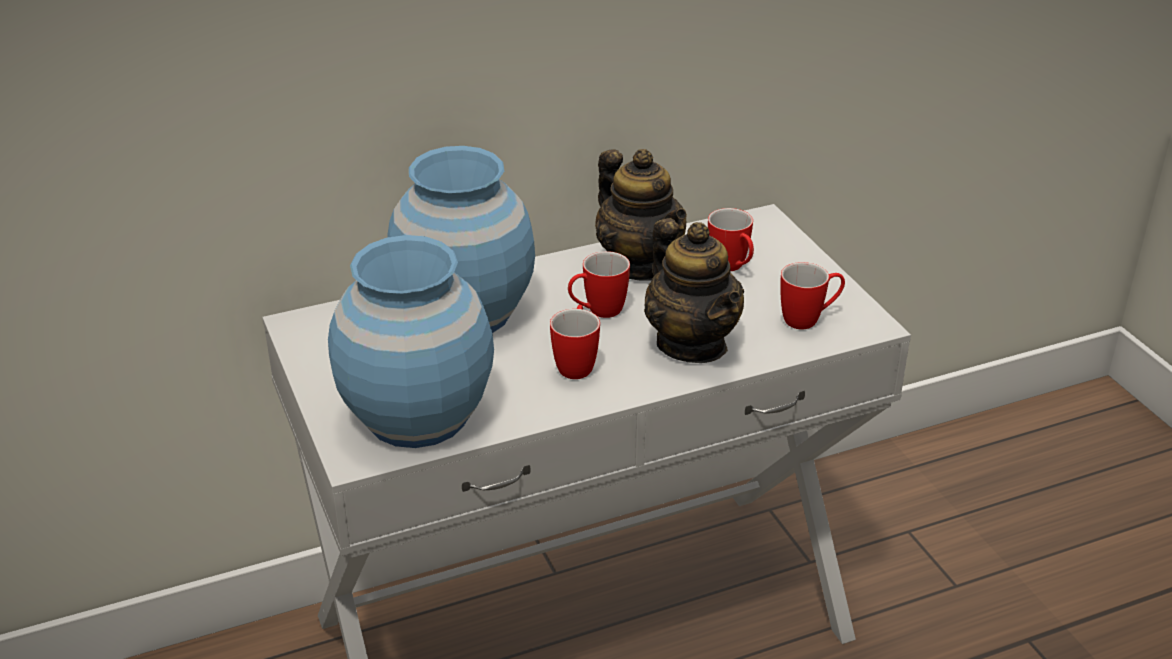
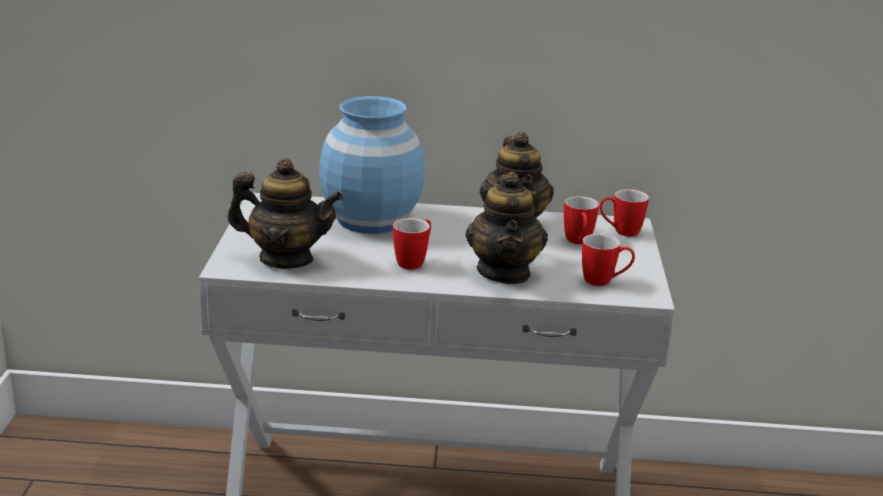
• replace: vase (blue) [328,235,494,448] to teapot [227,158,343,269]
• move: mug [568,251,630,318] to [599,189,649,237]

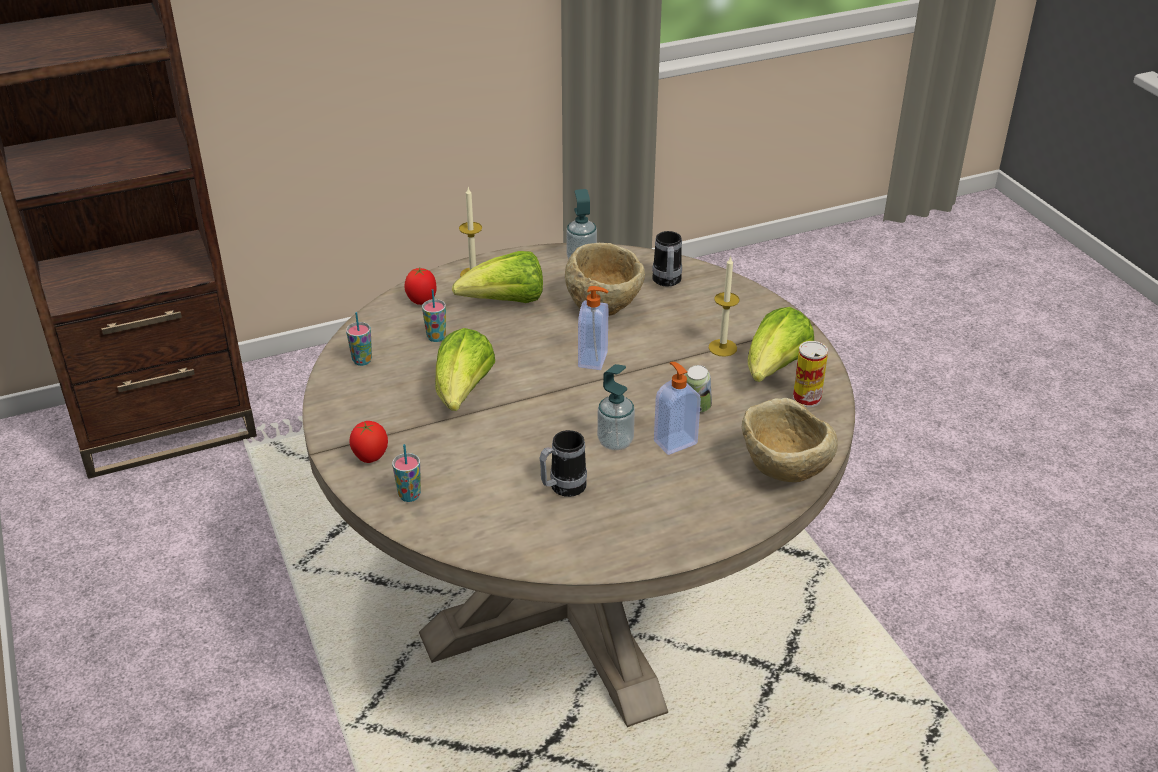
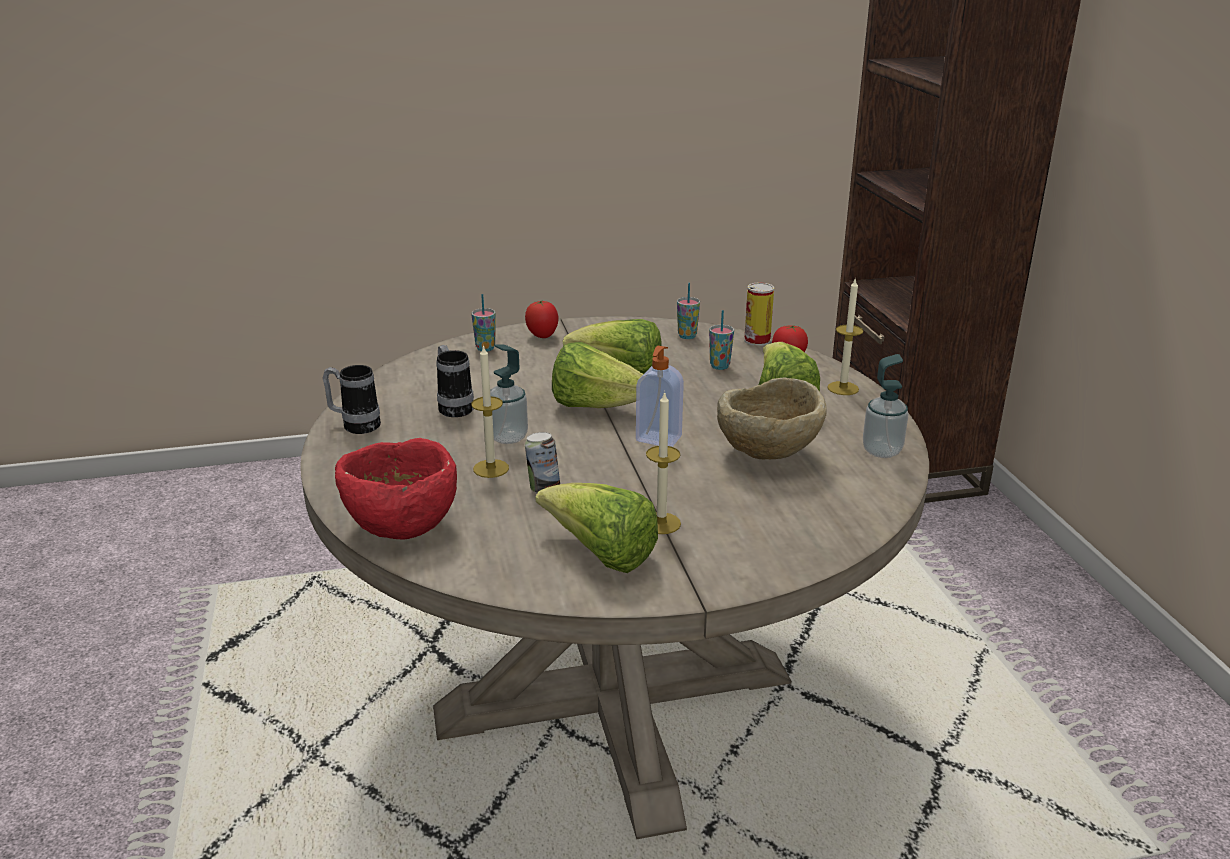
• move: mug [652,231,682,287] to [323,365,381,434]
• move: can [793,341,828,407] to [744,282,774,346]
• replace: soap dispenser [654,362,701,455] to candle [471,345,509,478]
• recolor: bowl (beige) [742,398,838,482] to bowl (red) [335,438,457,540]
• insert: lettuce [552,342,643,408]

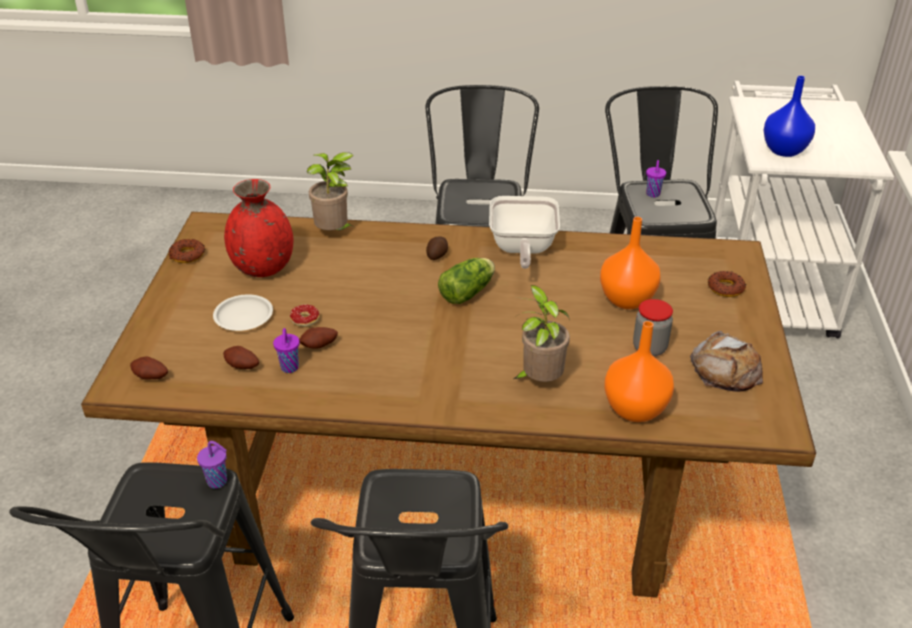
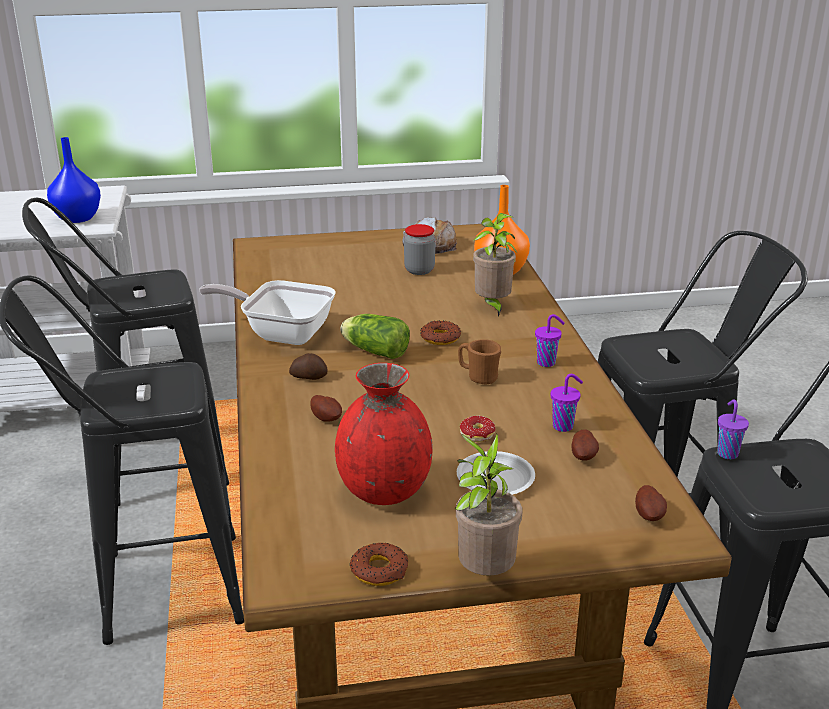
• move: potted plant [307,152,354,230] to [455,434,522,576]
• move: cup (purple) [646,160,666,198] to [535,314,565,367]
• rotate: frying pan [489,196,560,269] = [199,280,336,345] 150 degrees counterclockwise
• delete: vase (orange) [600,217,661,309]
• move: donut [708,271,746,297] to [420,320,461,345]
• move: potato [299,327,338,349] to [310,395,342,422]
• insert: mug (brown) [458,339,501,384]

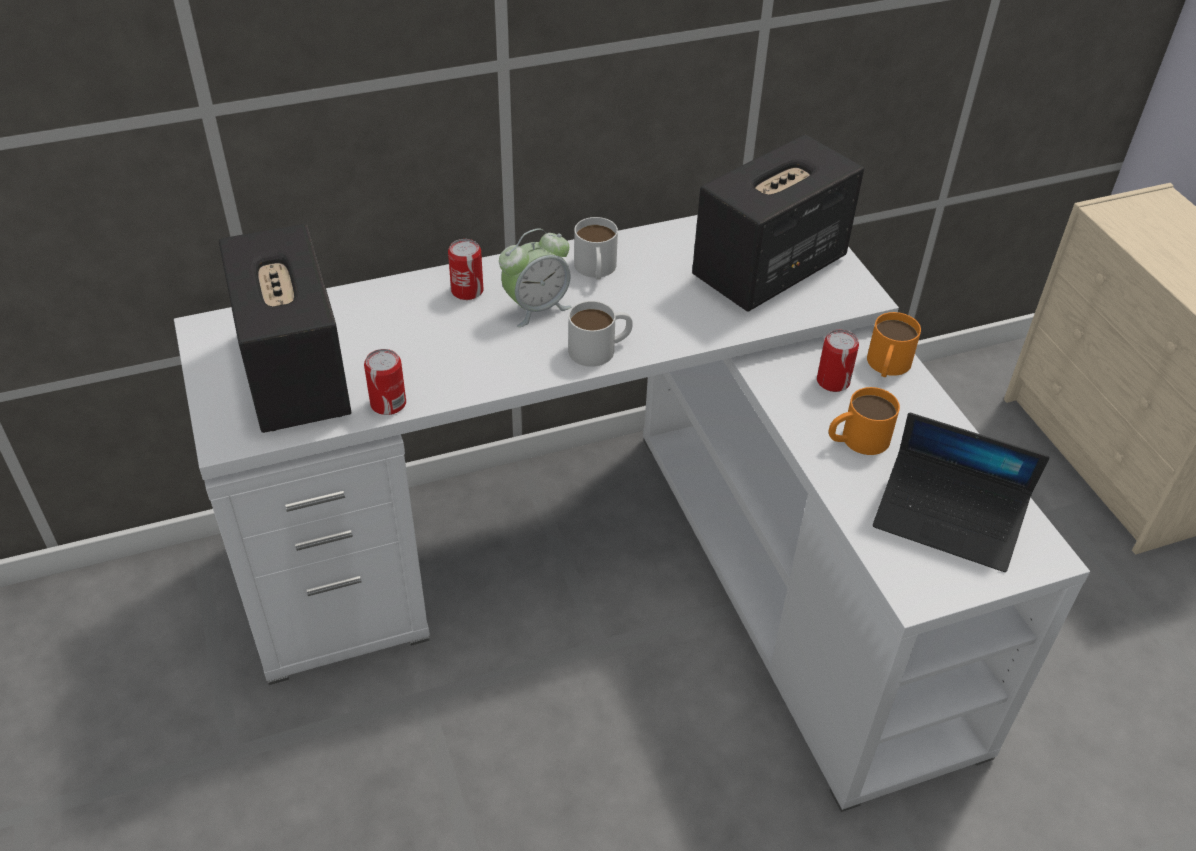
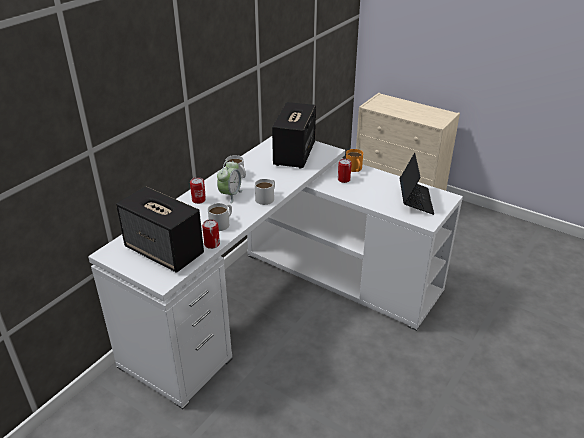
• delete: mug (orange) [829,387,900,455]
• rotate: laptop [873,413,1049,572] = [400,153,434,215] 75 degrees counterclockwise
• insert: mug (white) [208,203,232,231]

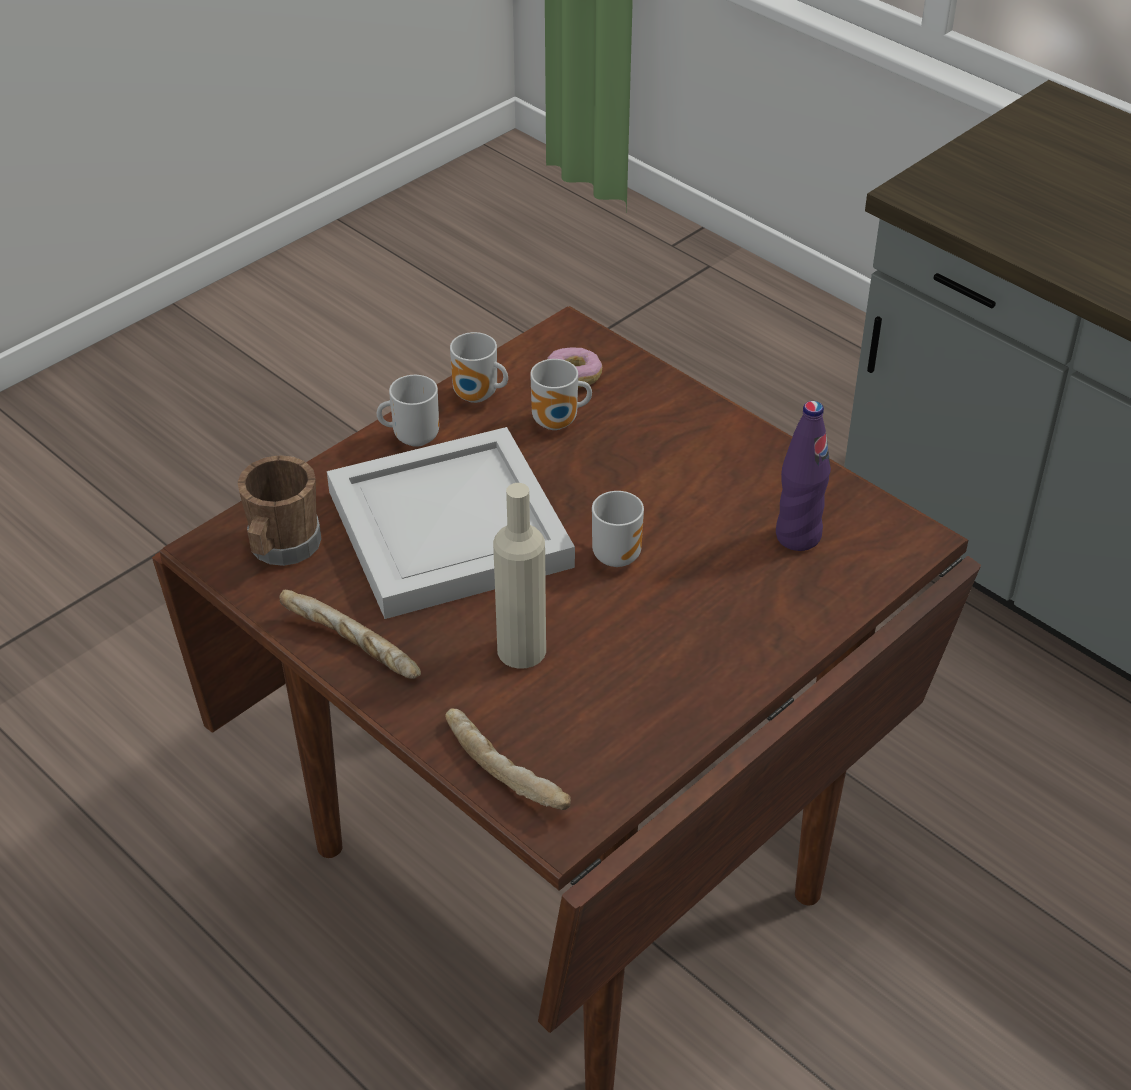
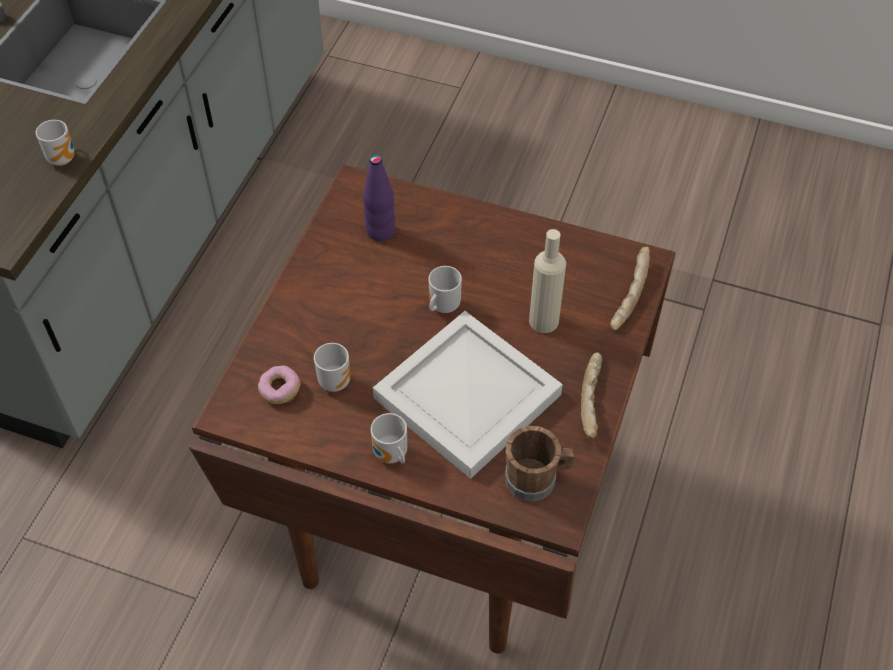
• move: mug [450,332,508,403] to [36,120,75,166]

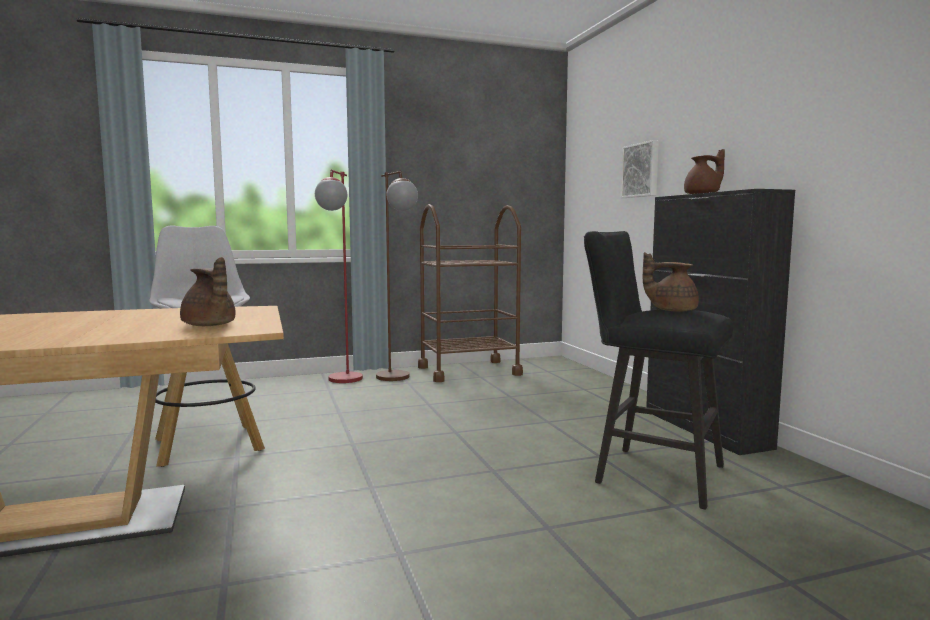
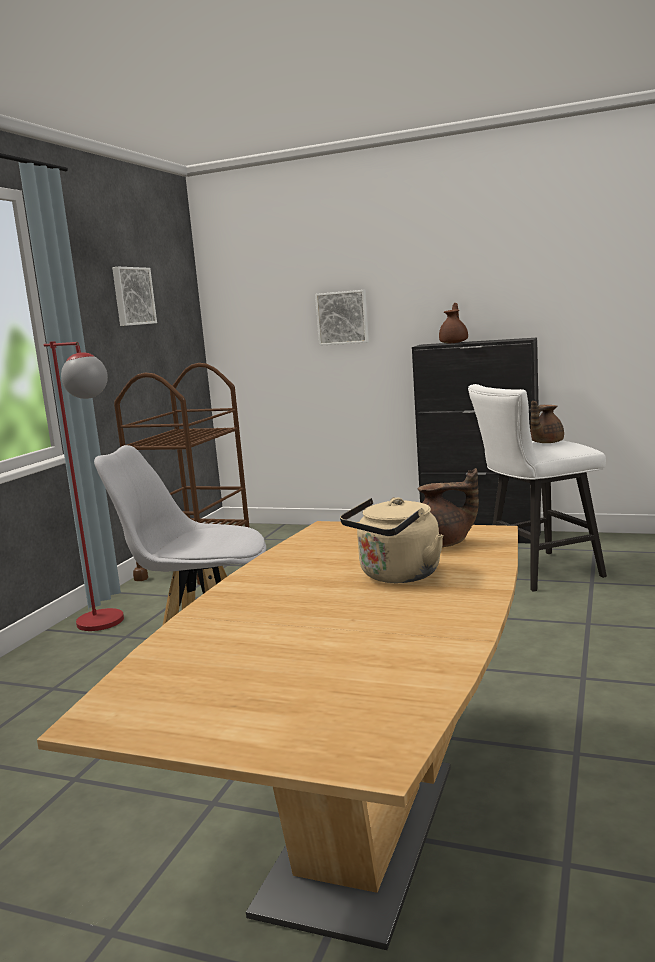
• delete: floor lamp (brown) [376,171,418,381]
• recolor: stool (black) [584,231,733,510] to stool (white) [468,384,607,592]
• insert: picture [112,267,157,326]
• insert: kettle (beige) [340,497,444,583]

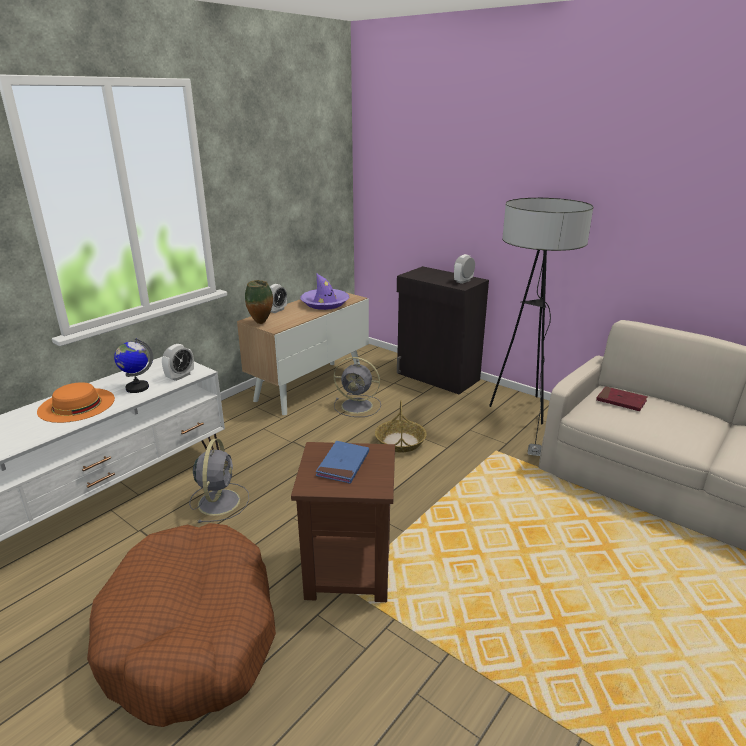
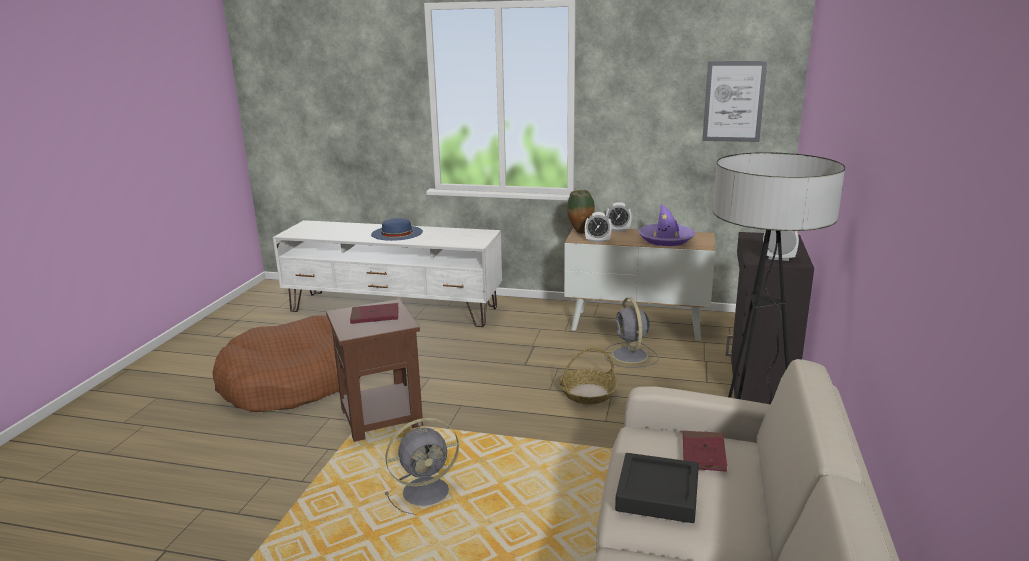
• delete: globe [114,338,153,393]
• move: alarm clock [162,344,194,381] to [585,212,612,243]
• recolor: hat (orange) [37,382,115,423] to hat (blue) [371,218,423,241]
• move: fan (grey) [189,439,249,523] to [385,418,459,515]
• recolor: book (blue) [316,441,369,484] to book (red) [350,303,399,324]
• insert: picture [702,61,767,142]
• insert: tray (black) [615,453,699,523]

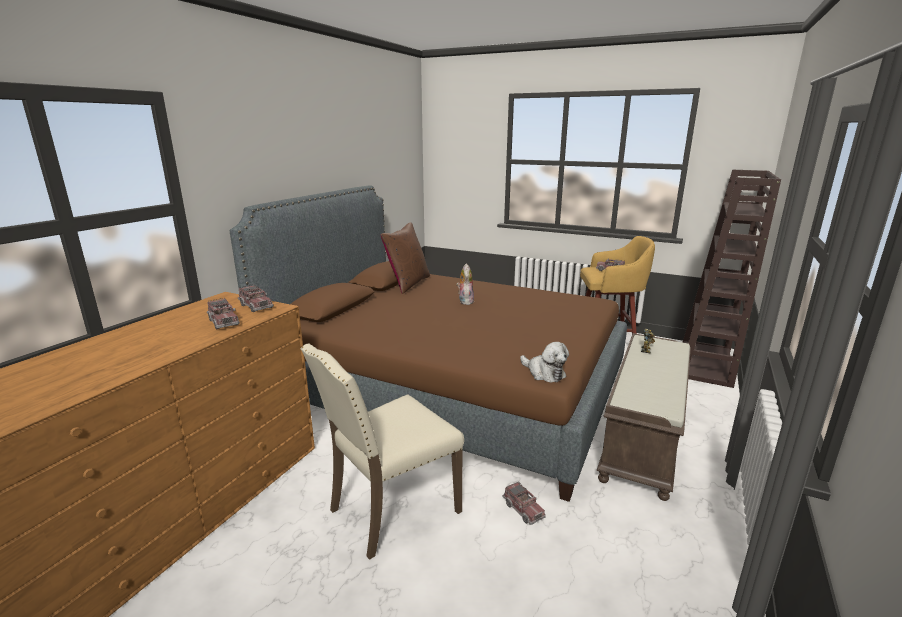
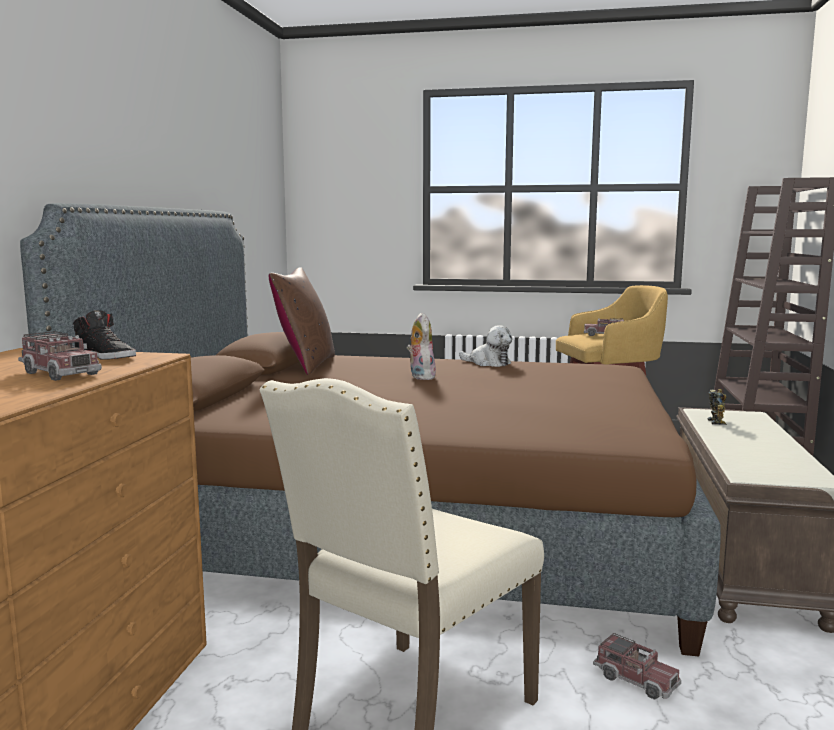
• replace: toy truck [238,285,274,312] to shoe (black) [73,310,136,360]
• move: plush toy [520,342,569,382] to [459,325,513,367]

